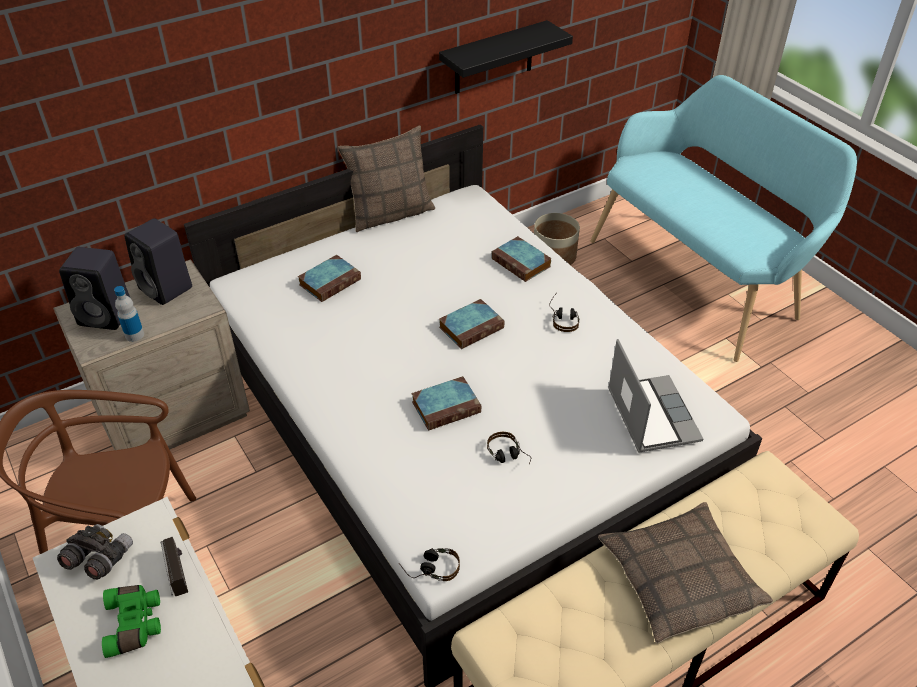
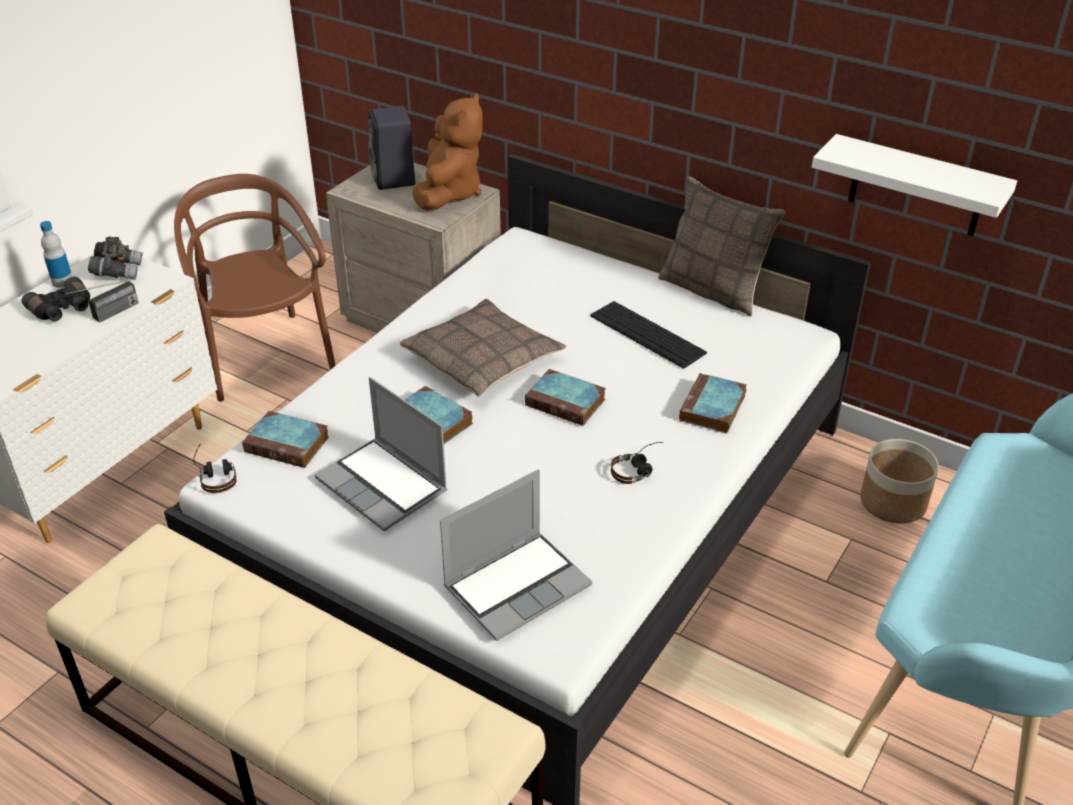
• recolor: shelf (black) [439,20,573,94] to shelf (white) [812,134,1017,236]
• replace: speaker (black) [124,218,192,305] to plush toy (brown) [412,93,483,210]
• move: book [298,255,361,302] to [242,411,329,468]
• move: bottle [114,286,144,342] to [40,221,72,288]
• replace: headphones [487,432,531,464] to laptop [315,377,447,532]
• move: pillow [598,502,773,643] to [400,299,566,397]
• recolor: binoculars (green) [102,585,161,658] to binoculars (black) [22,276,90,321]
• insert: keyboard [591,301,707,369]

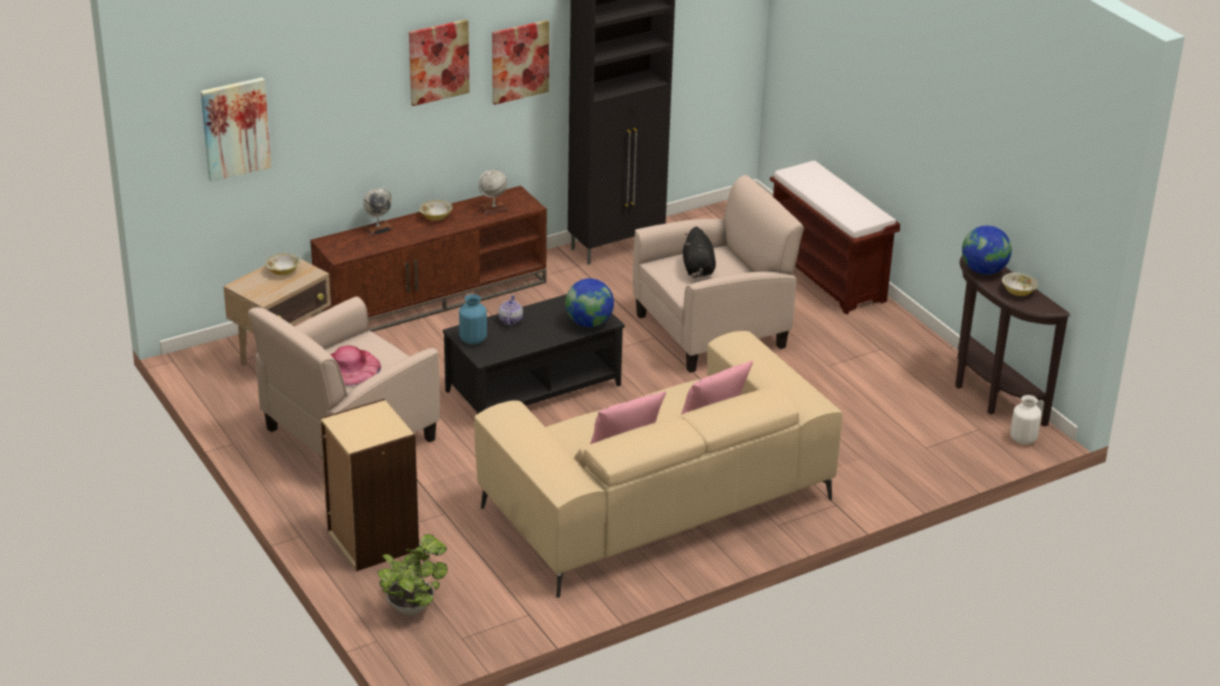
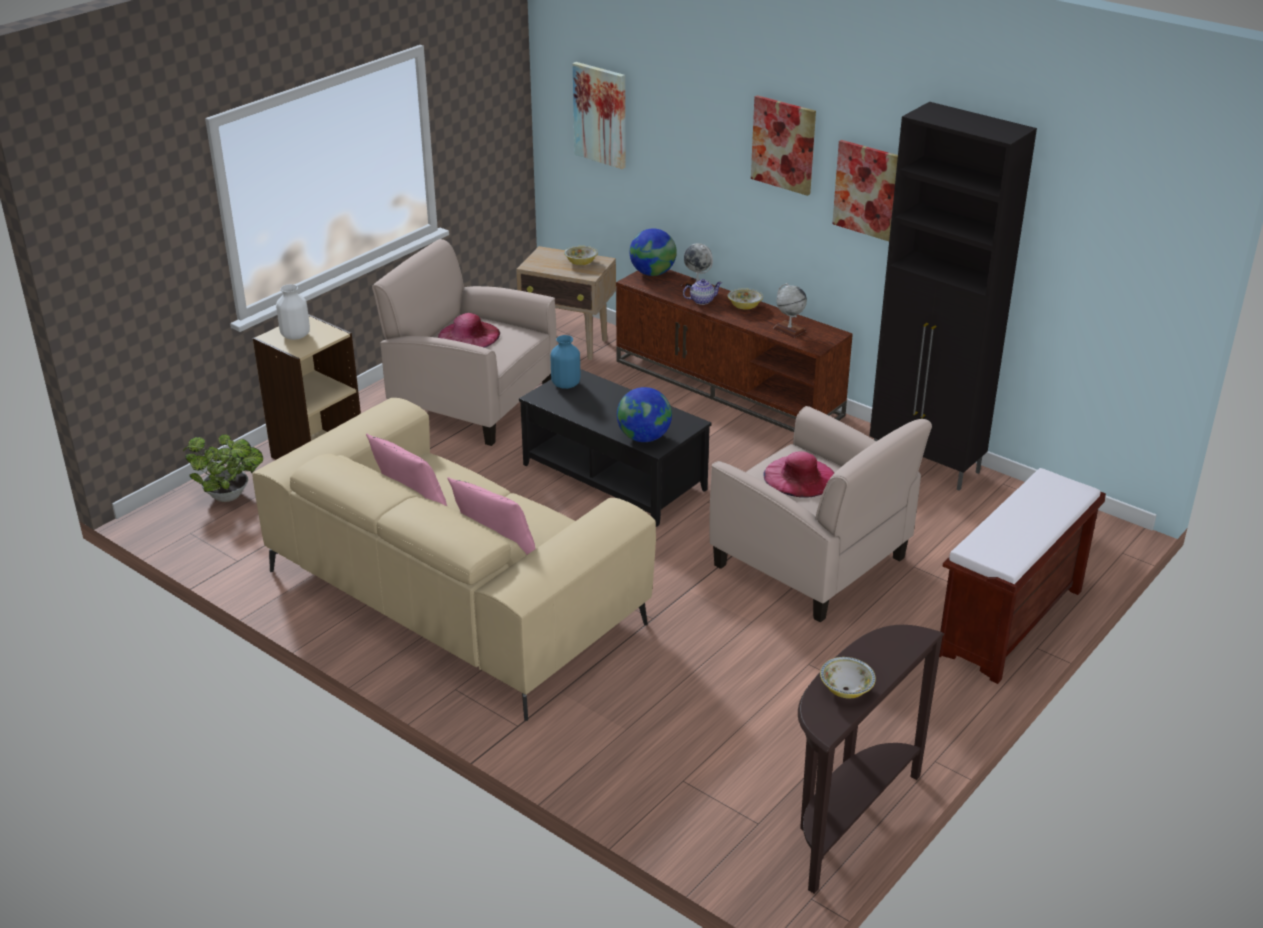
• move: globe [962,226,1012,275] to [630,228,677,276]
• replace: plush toy (black) [683,227,716,278] to hat (pink) [763,451,834,498]
• move: teapot [498,295,523,325] to [683,279,722,305]
• move: vase (white) [1010,395,1041,445] to [276,284,310,340]

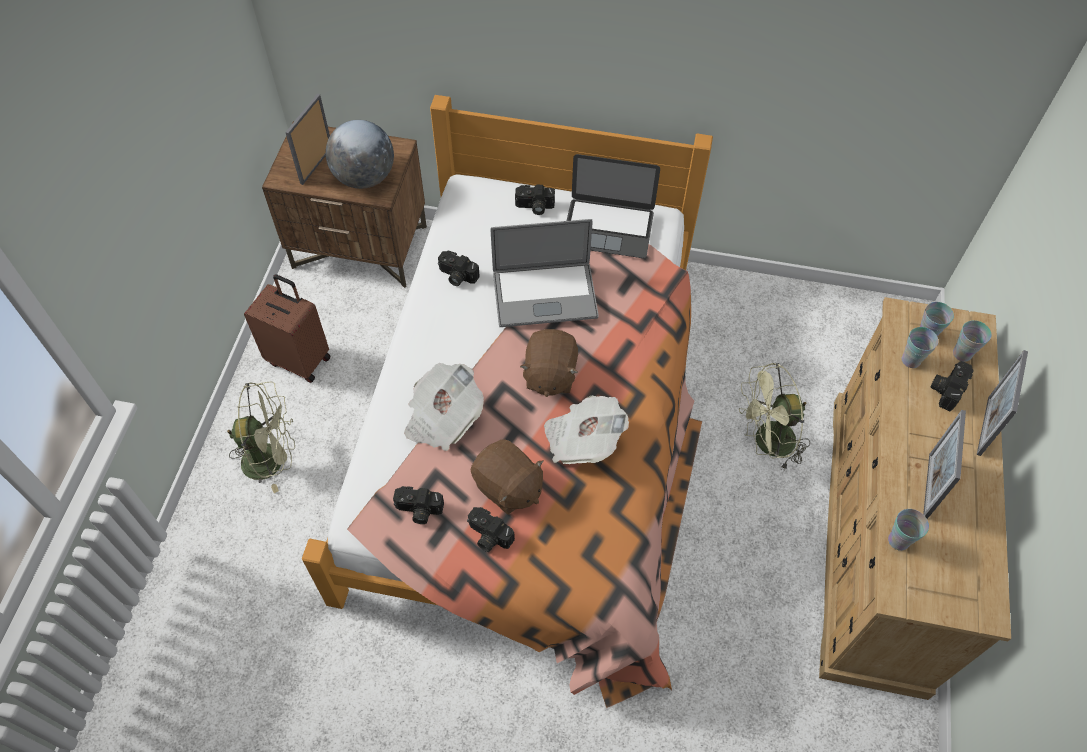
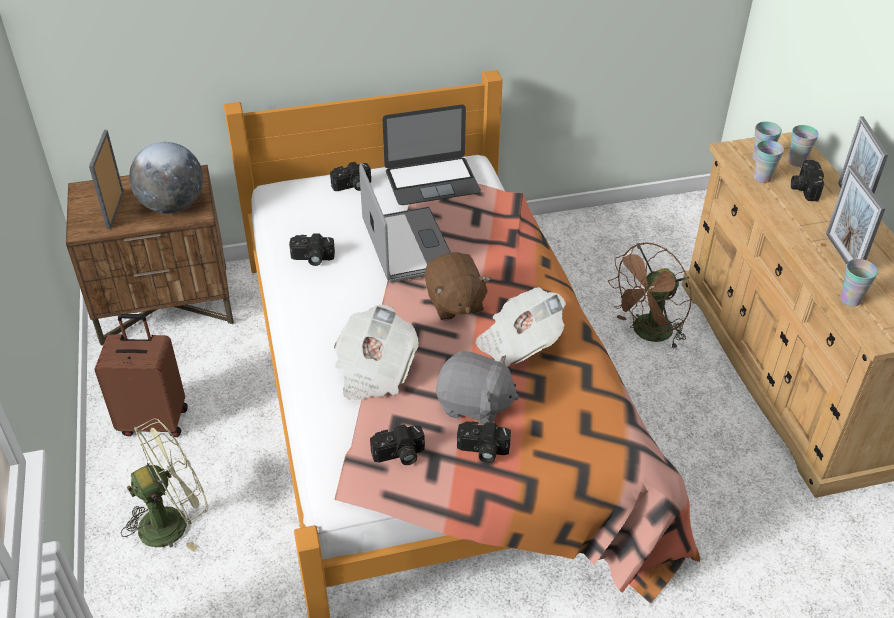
• rotate: laptop [491,219,598,327] = [359,163,451,283] 75 degrees counterclockwise
• recolor: fan (green) [739,363,810,471] to fan (brown) [608,242,692,350]
• recolor: plush toy (brown) [470,439,544,515] to plush toy (grey) [436,351,519,425]

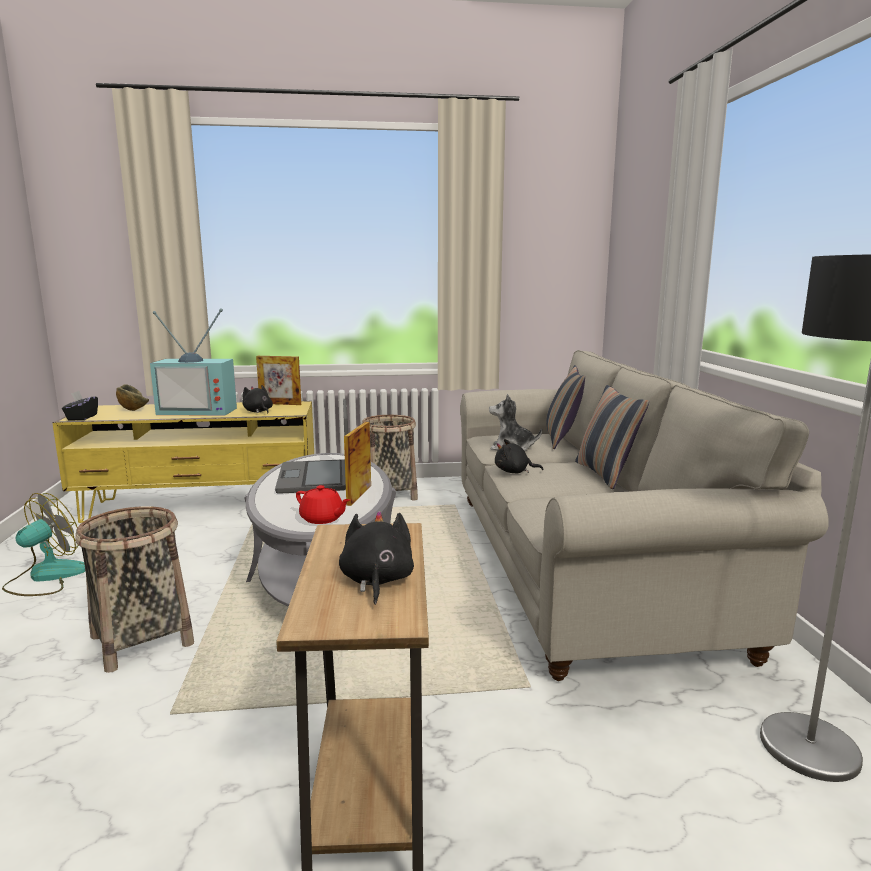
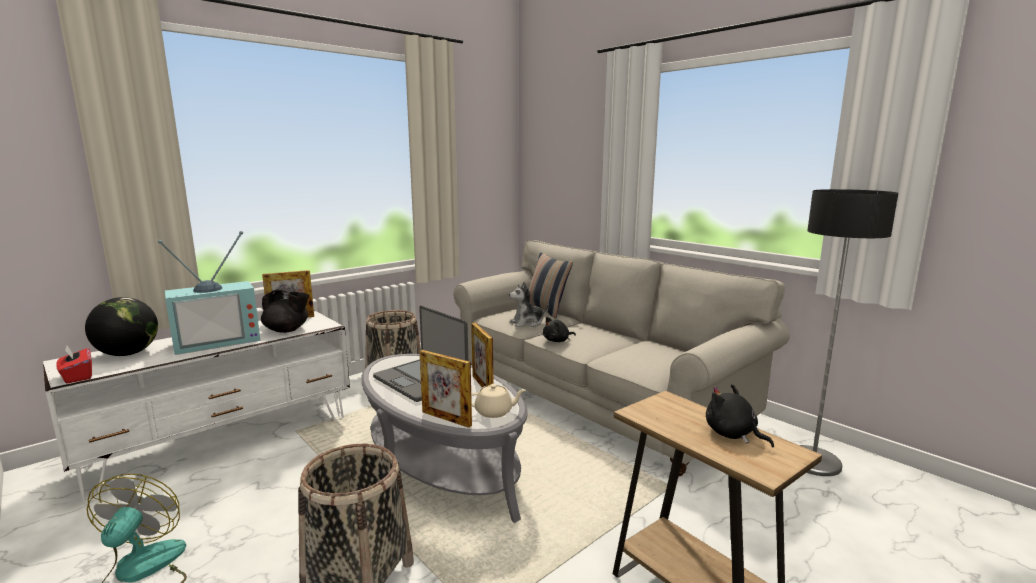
• replace: bowl [116,384,149,411] to globe [85,297,158,356]
• replace: plush toy (black) [242,385,273,413] to teapot (black) [261,288,309,333]
• delete: pillow [575,385,649,489]
• recolor: tissue box (black) [62,391,98,420] to tissue box (red) [56,346,92,384]
• recolor: tv stand (yellow) [52,401,314,523] to tv stand (white) [43,310,350,504]
• recolor: teapot (red) [296,485,350,524] to teapot (beige) [471,384,526,418]
• insert: picture frame [419,350,472,428]

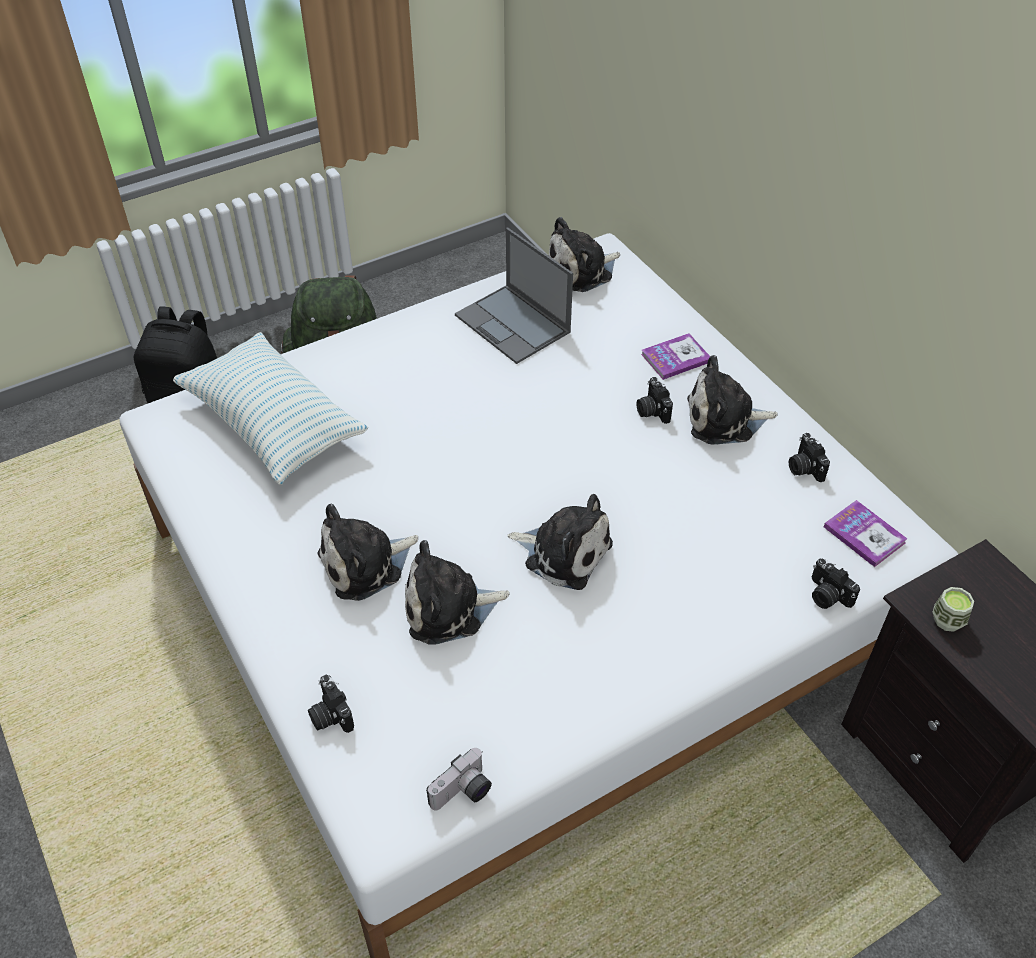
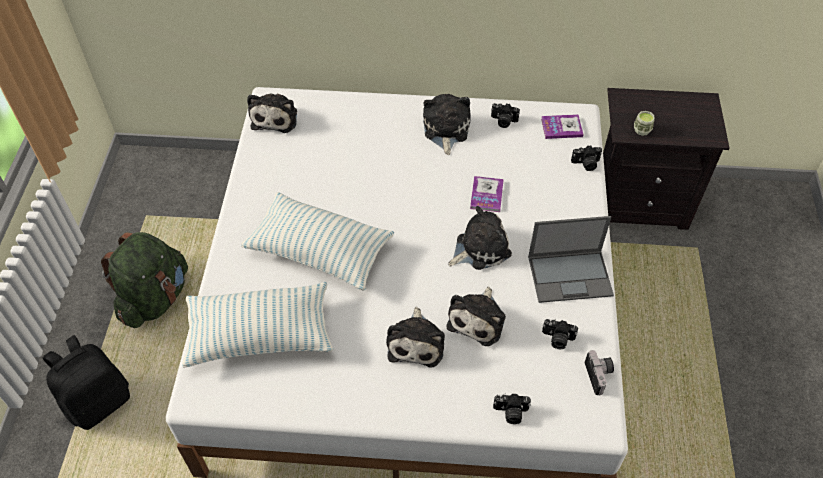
• move: laptop [455,227,573,364] to [528,216,614,303]
• move: book [641,333,710,380] to [470,176,504,212]
• rotate: plush toy [687,355,778,445] = [423,94,471,155] 150 degrees clockwise
• move: photo camera [636,377,673,424] to [542,319,578,349]
• insert: pillow [241,192,394,291]

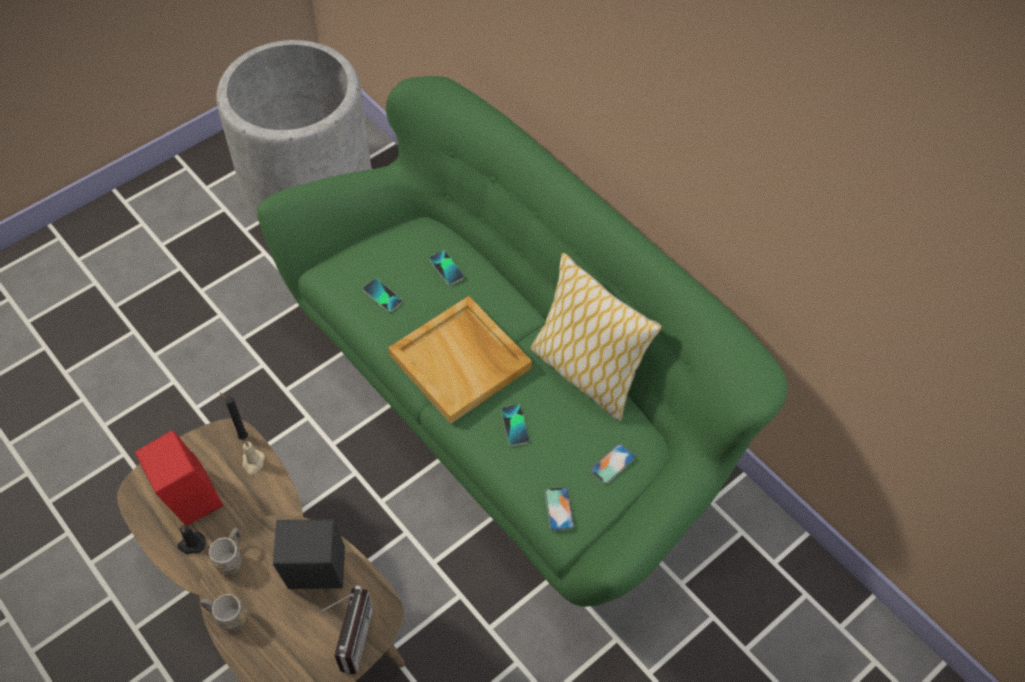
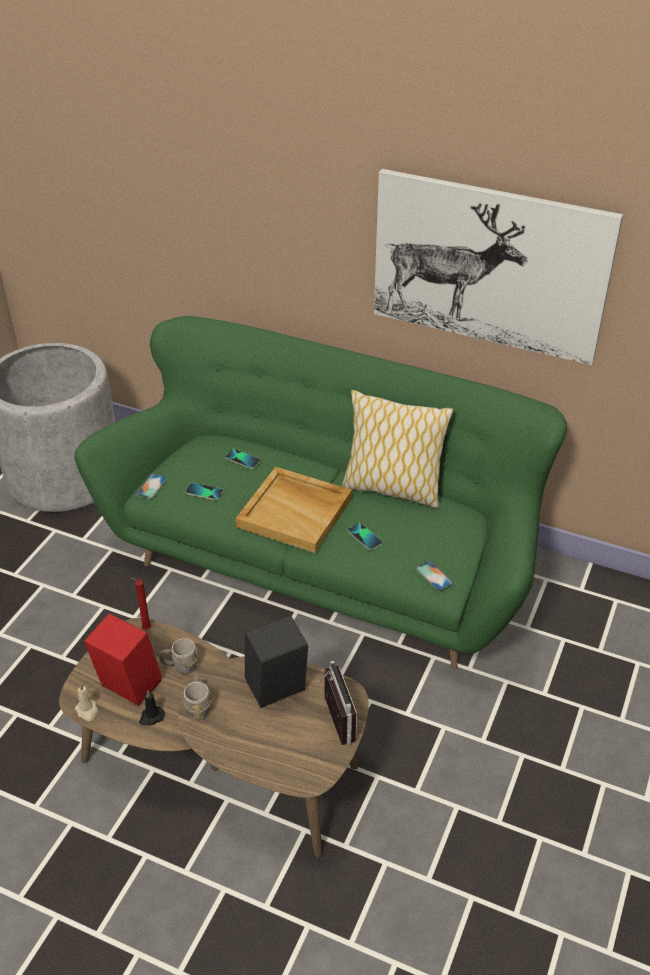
• recolor: candle (black) [220,393,248,440] to candle (red) [130,577,151,629]
• move: candle (beige) [242,441,265,475] to [75,683,98,721]
• move: phone [590,443,635,484] to [136,474,167,499]
• move: mug (grey) [200,594,246,632] to [159,638,199,674]
• insert: picture [374,169,623,365]

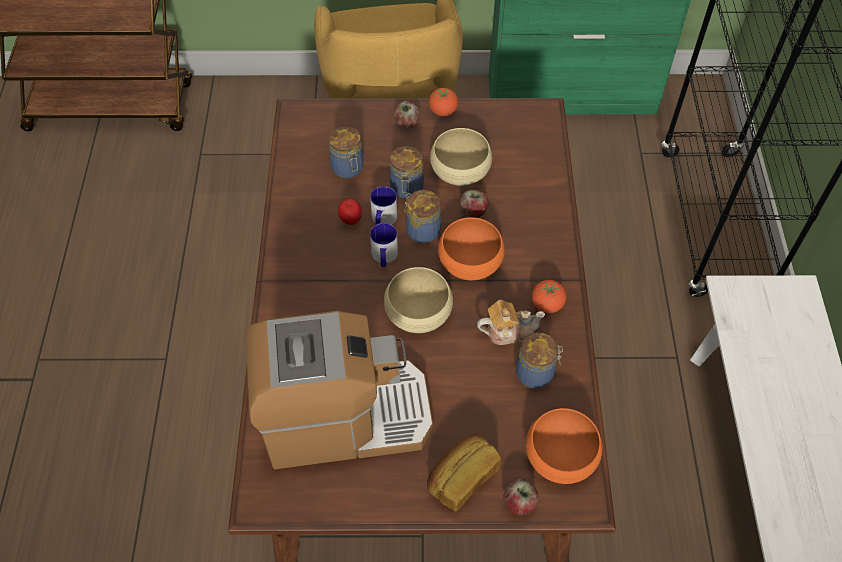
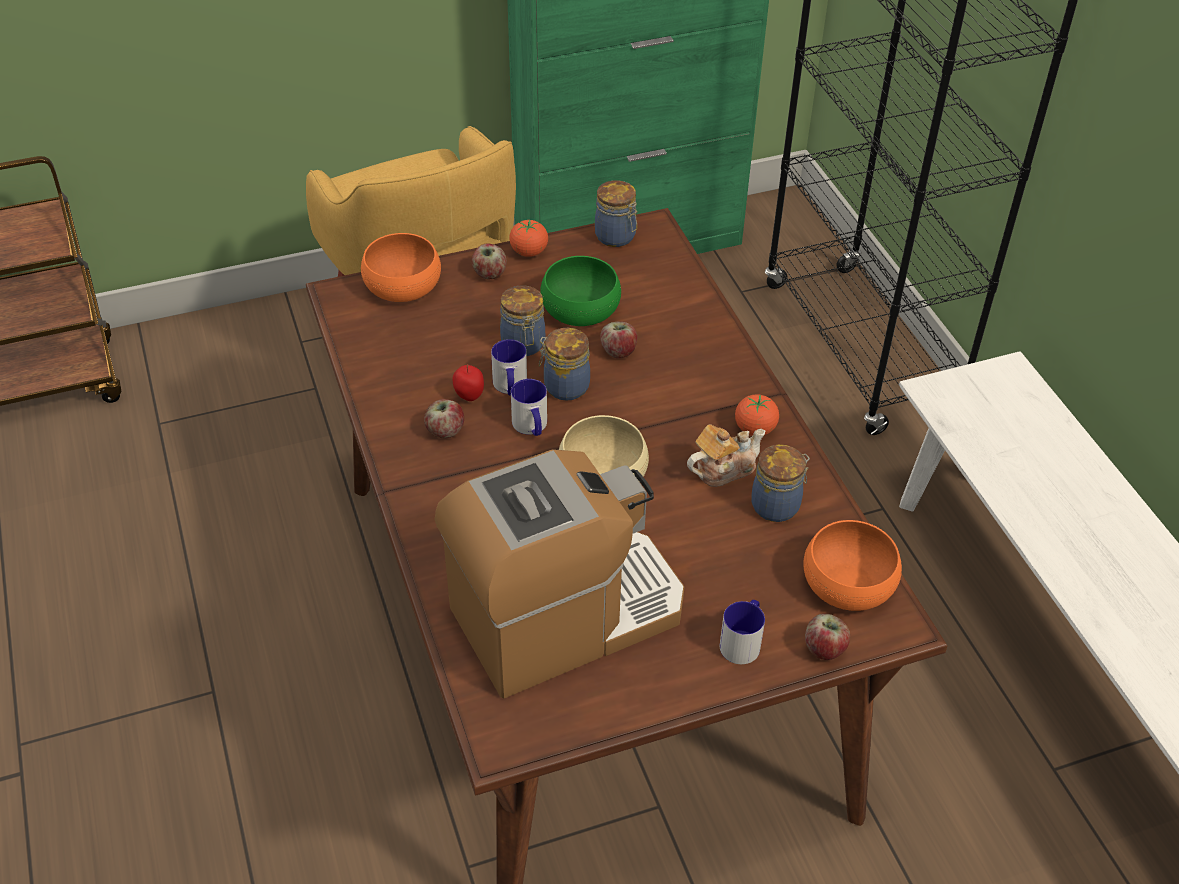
• move: jar [329,126,364,178] to [595,180,637,247]
• recolor: bowl (beige) [430,128,492,186] to bowl (green) [540,256,621,326]
• move: bowl (orange) [438,217,505,280] to [361,233,441,302]
• replace: bread [427,434,501,511] to mug [720,600,765,664]
• insert: apple [424,399,464,438]

